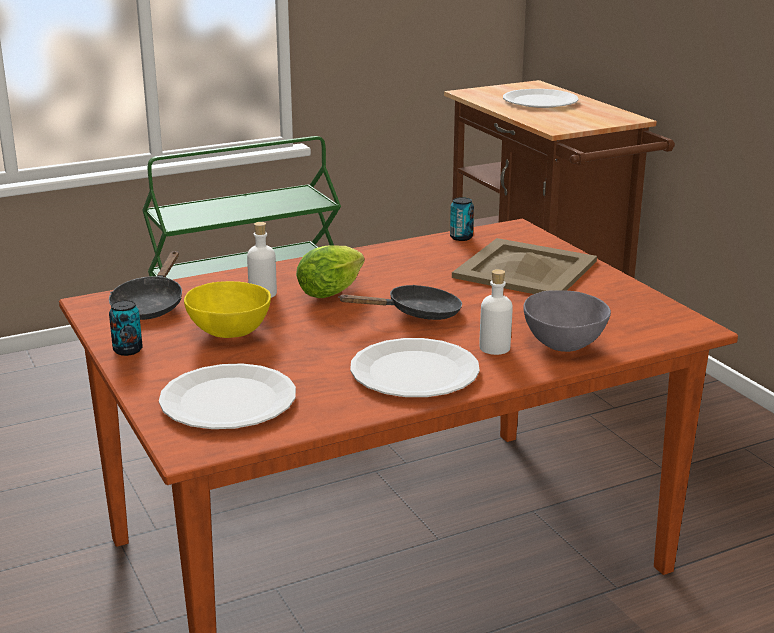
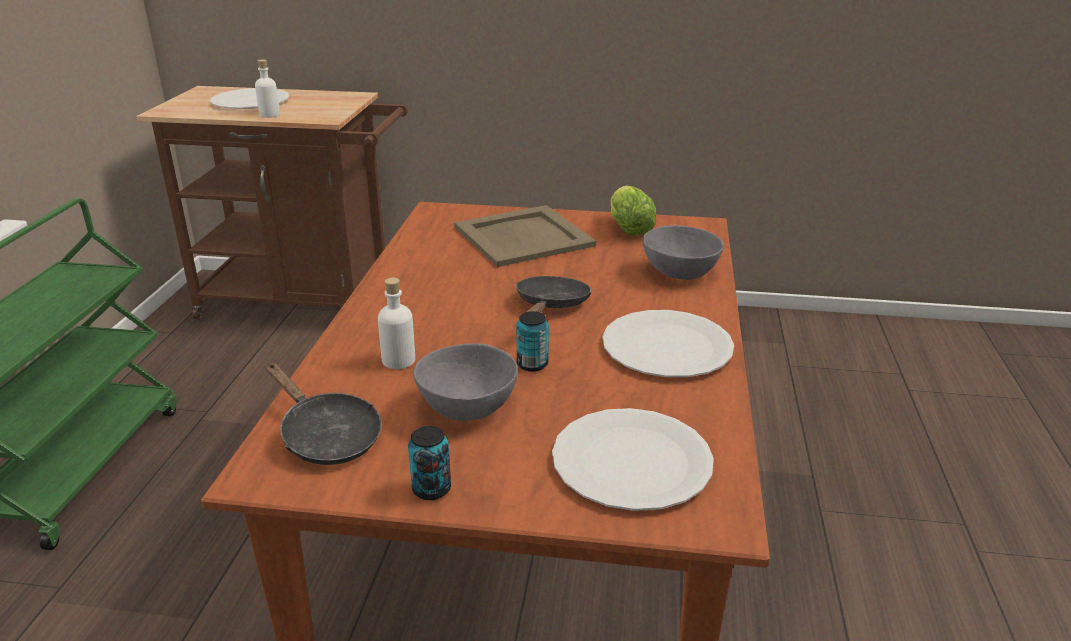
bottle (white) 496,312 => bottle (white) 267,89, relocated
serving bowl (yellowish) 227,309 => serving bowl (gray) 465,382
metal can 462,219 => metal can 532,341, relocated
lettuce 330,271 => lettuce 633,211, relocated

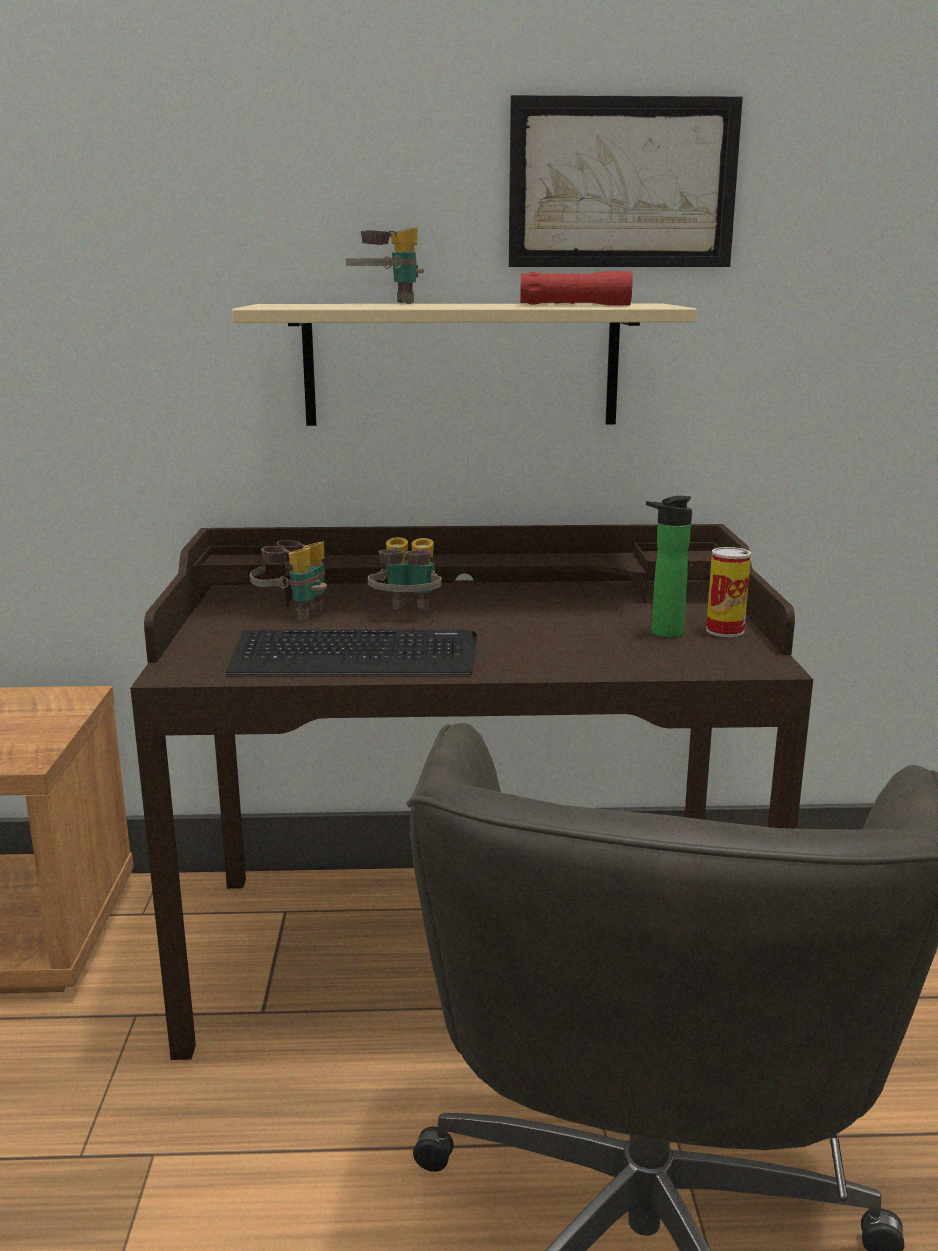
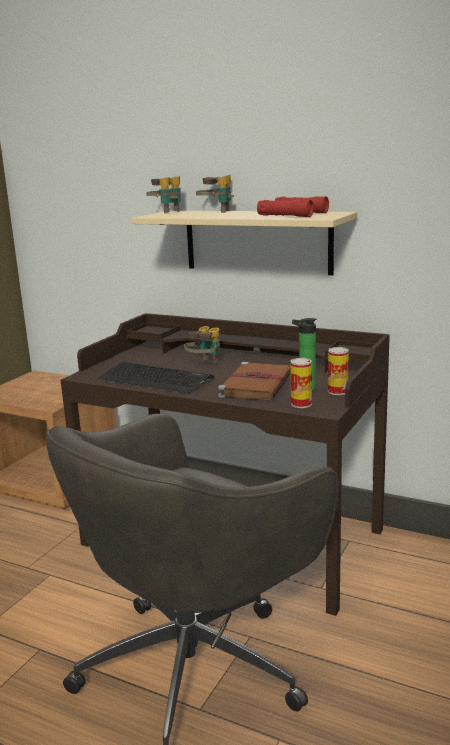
pair of binoculars 288,580 => pair of binoculars 163,195, relocated
nothing => book (brownish) 254,381
nothing => metal can 301,383
wall picture 626,181 => nothing

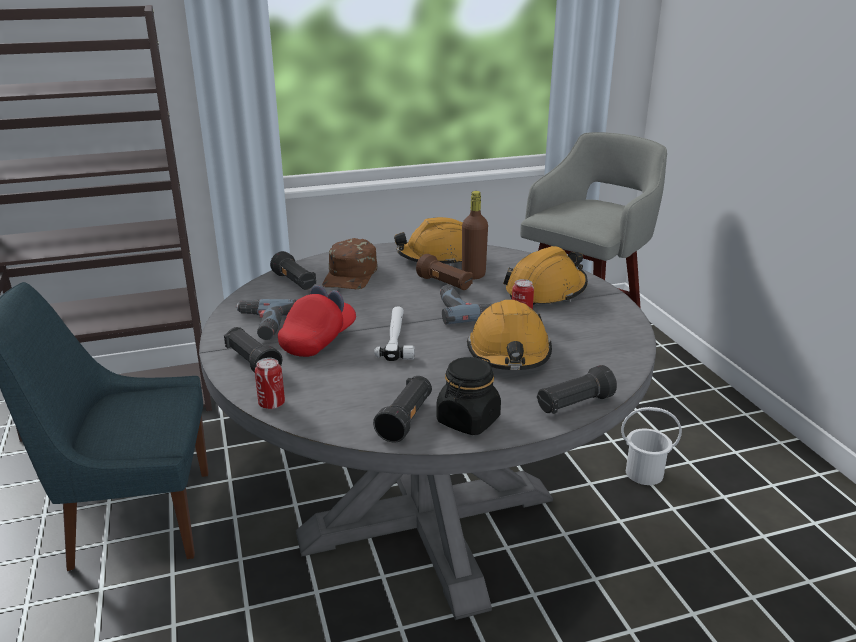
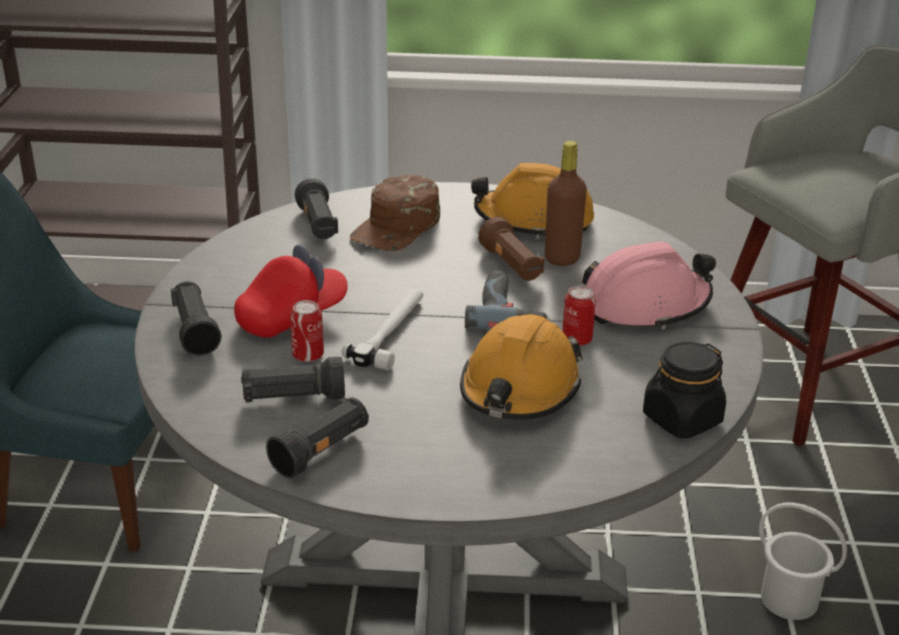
torch (blackish) 577,389 => torch (blackish) 293,379, relocated
metal can 270,383 => metal can 307,331, relocated
work helmet (orangey) 545,275 => work helmet (pinkish) 649,286
preserve jar (blackish) 468,395 => preserve jar (blackish) 684,390, relocated
power drill 266,319 => nothing

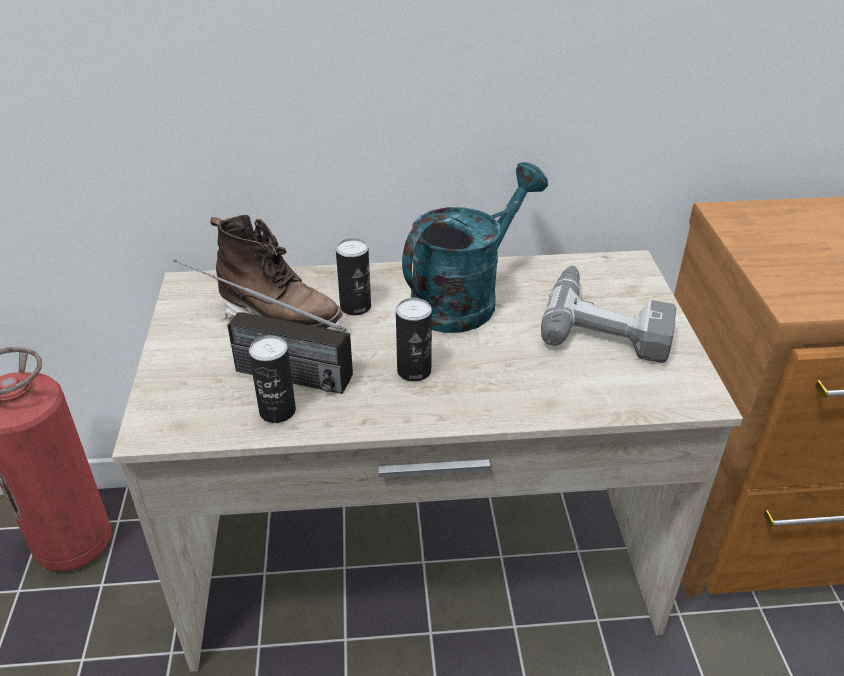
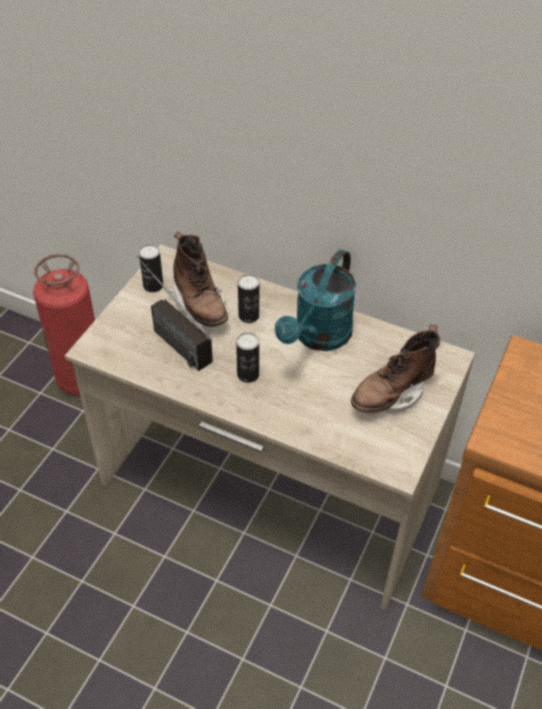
metal can 272,379 => metal can 151,268, relocated
watering pot (turquoise) 475,247 => watering pot (turquoise) 315,300, 135 degrees clockwise
power drill 608,314 => boot (brownish) 395,369

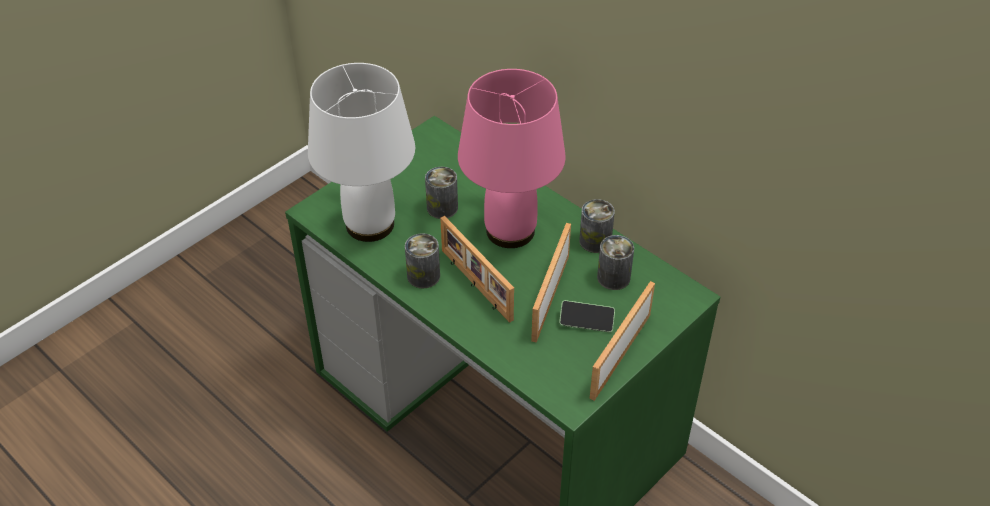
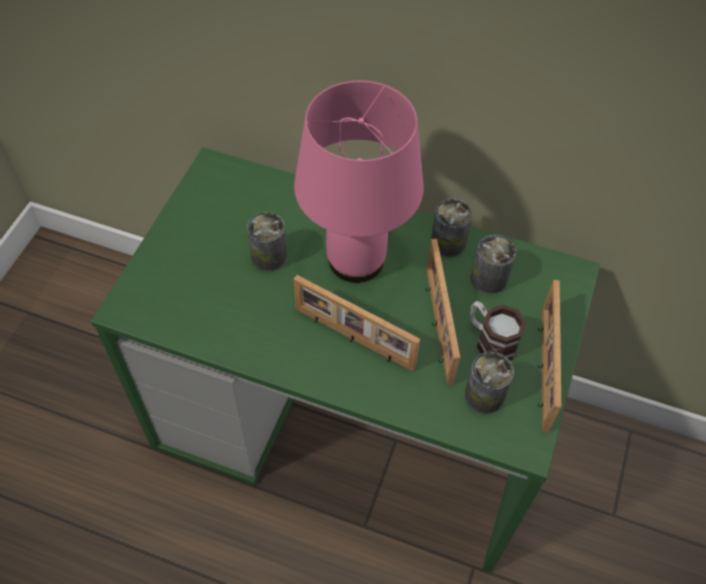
metal can 422,260 => metal can 489,383, relocated
phone 587,316 => coffee mug 498,331
lamp for a table (white) 361,152 => nothing

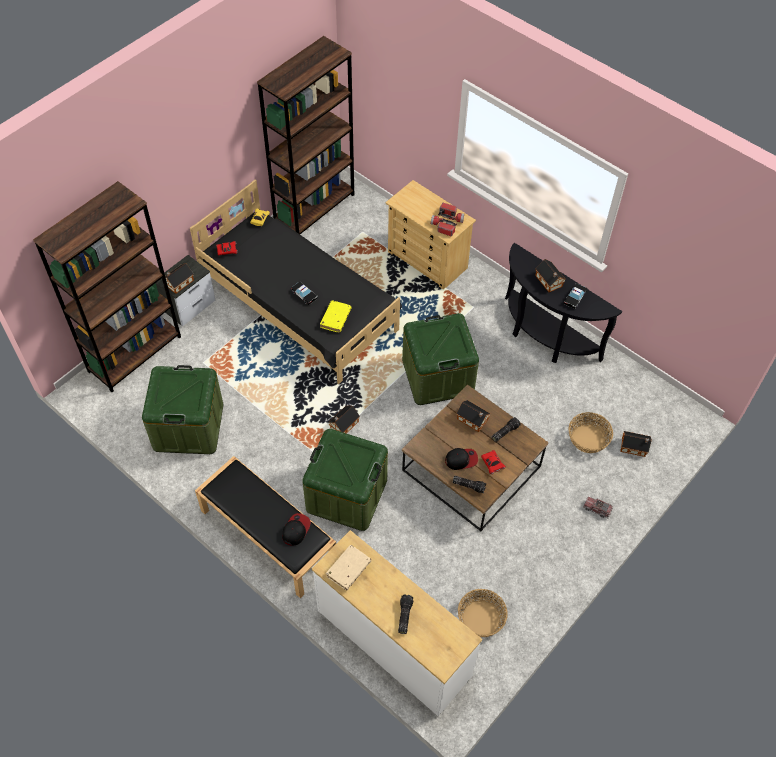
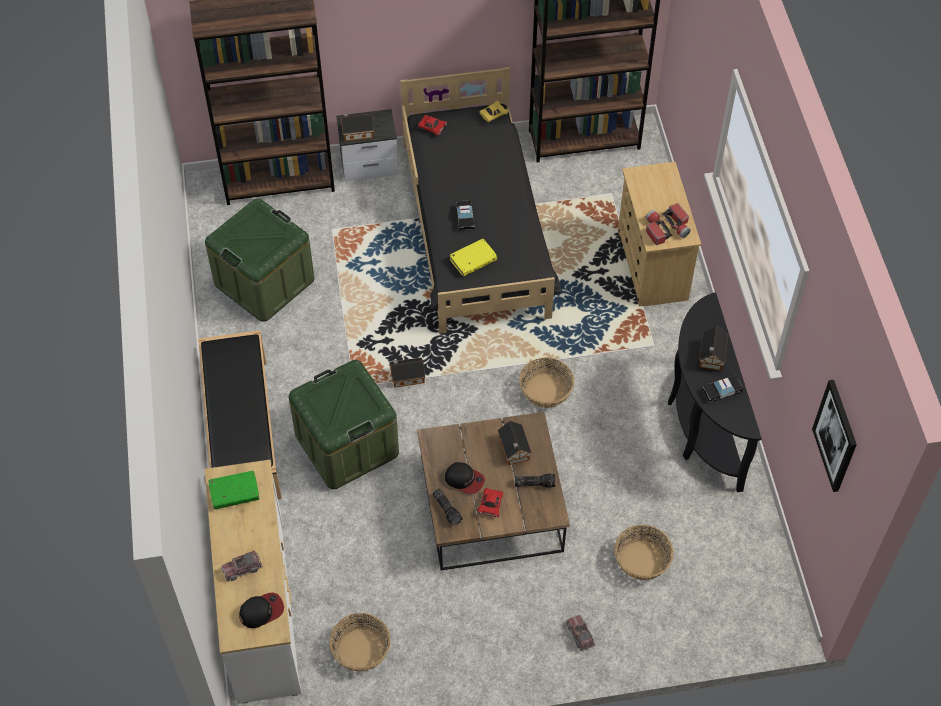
book (beige) 348,568 => book (green) 233,490
torch 405,614 => model truck 242,566
baseball cap 296,529 => baseball cap 261,610, relocated
storage bin (green) 440,359 => storage basket 546,383
nothing => wall picture 834,436
miniature house 636,444 => nothing

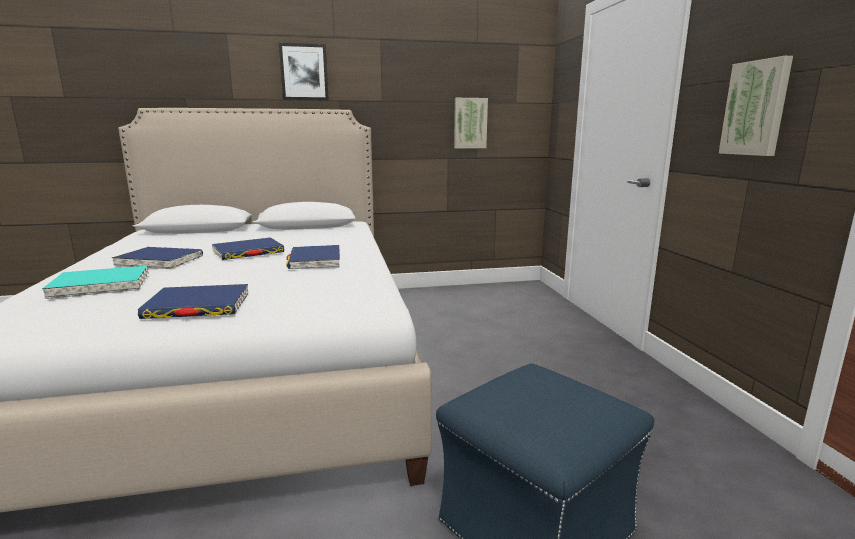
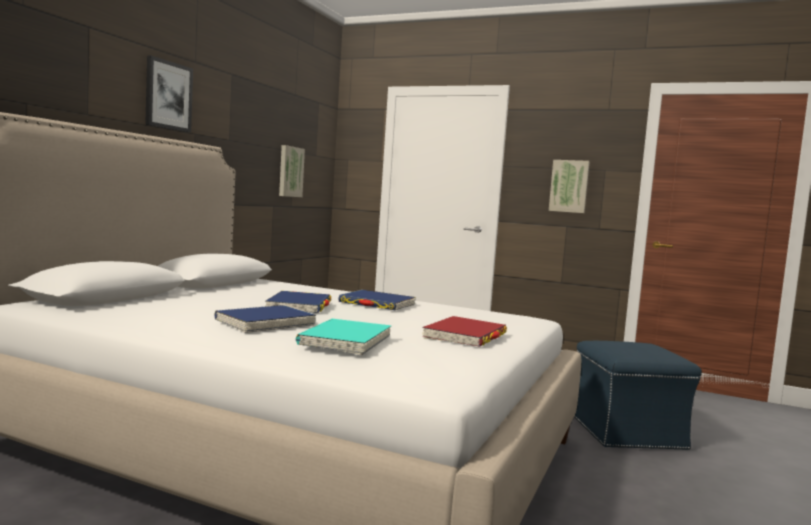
book (blue) 193,301 => book (red-coloured) 464,331

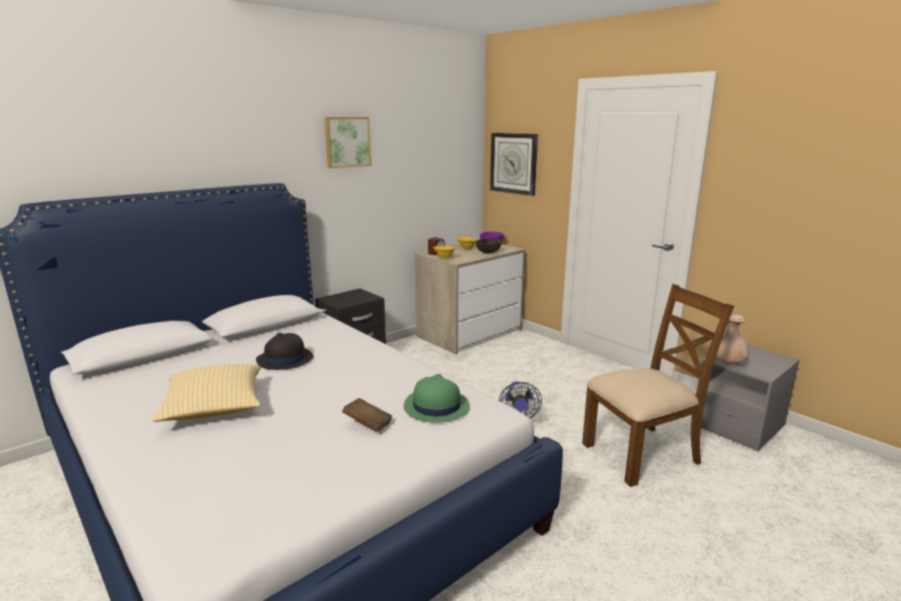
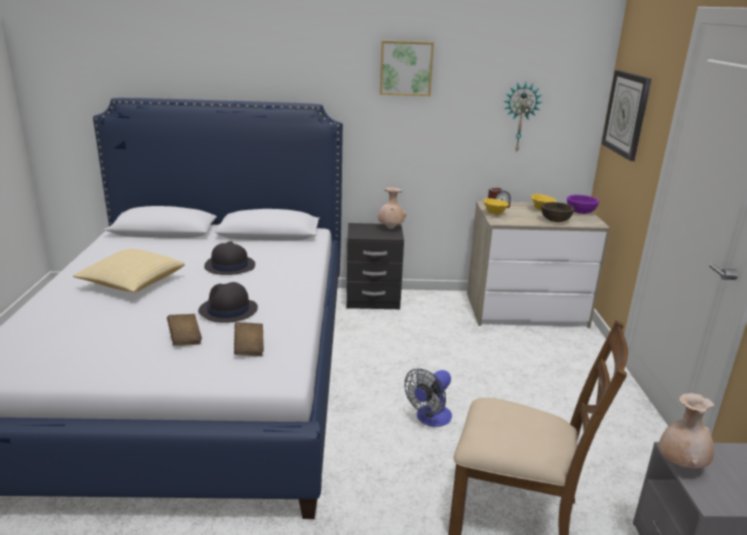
nothing => hat (blackish) 228,302
hat (green) 437,398 => book (brownish) 249,339
nothing => decorative vase (beige) 392,208
nothing => hanging clock 522,117

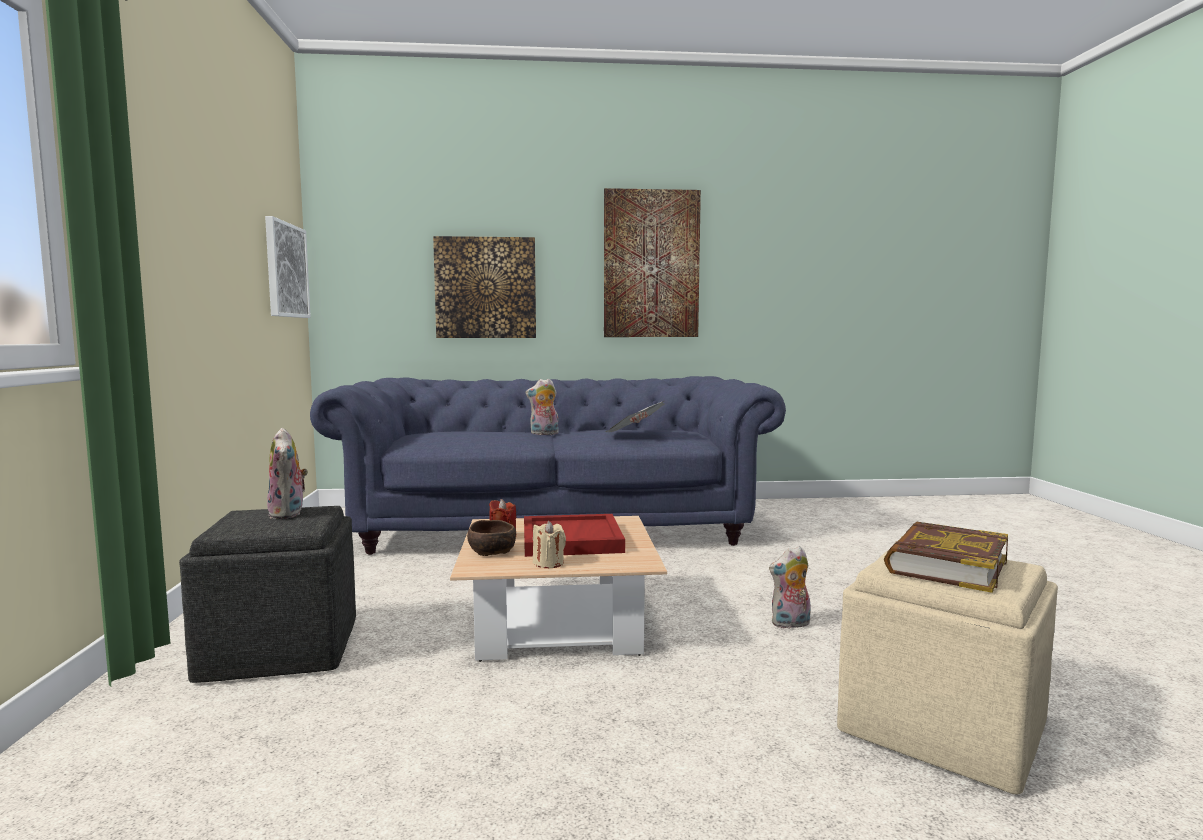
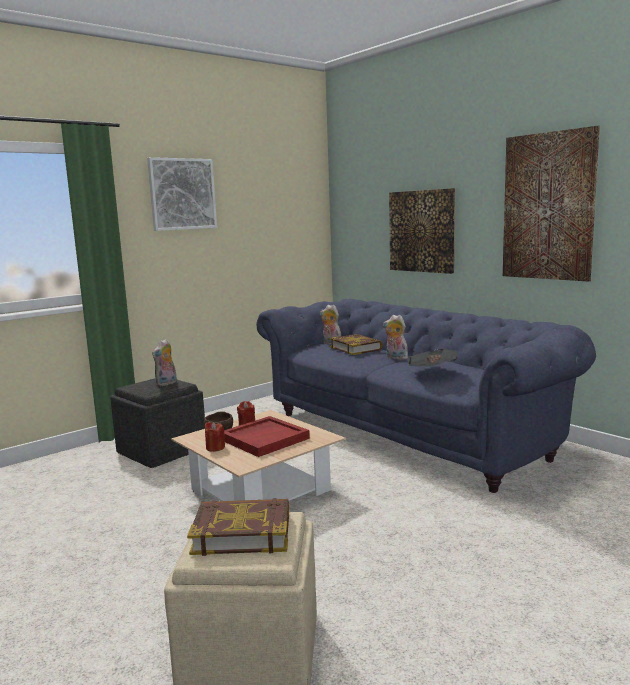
wall picture 288,267 => wall picture 182,194, relocated
candle (beige) 549,544 => candle (red-coloured) 215,437
cuddly toy 789,587 => cuddly toy 330,325, relocated
nothing => book 356,344

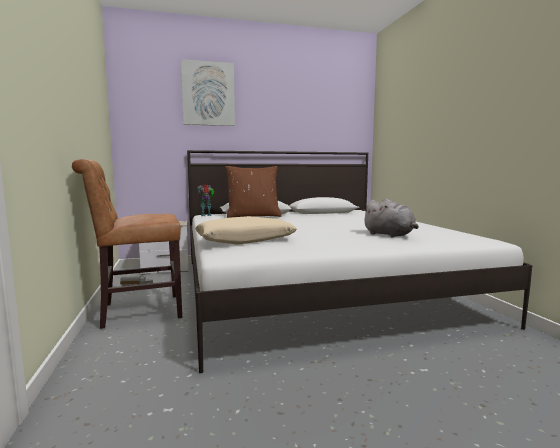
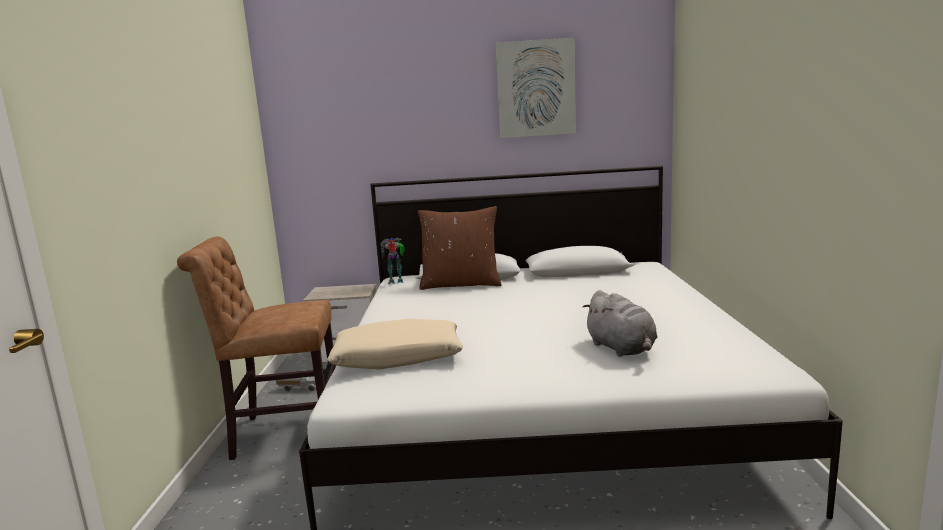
wall picture 208,92 => wall picture 536,88, relocated

